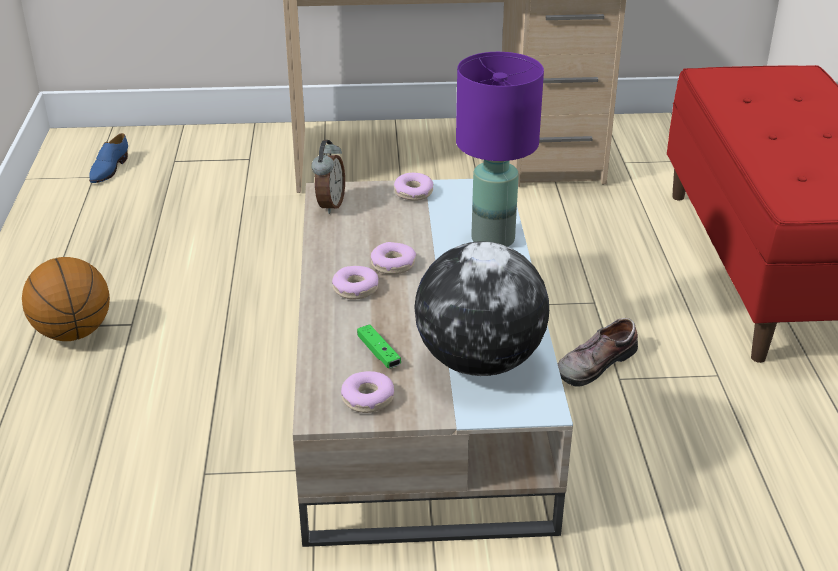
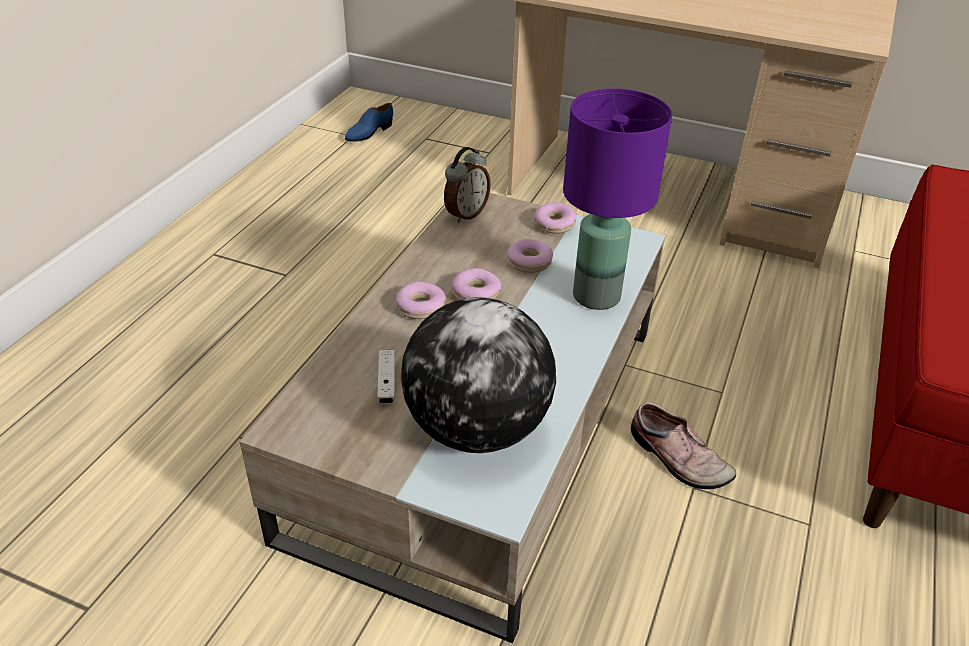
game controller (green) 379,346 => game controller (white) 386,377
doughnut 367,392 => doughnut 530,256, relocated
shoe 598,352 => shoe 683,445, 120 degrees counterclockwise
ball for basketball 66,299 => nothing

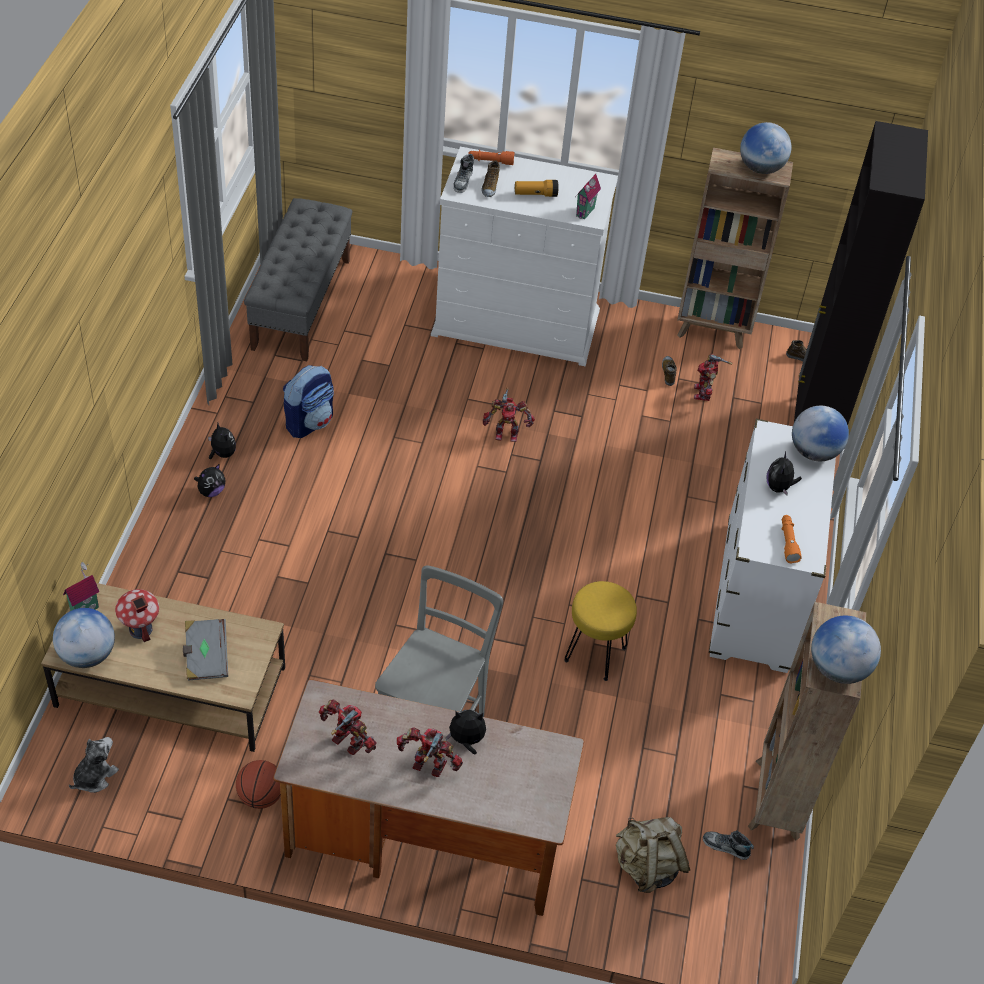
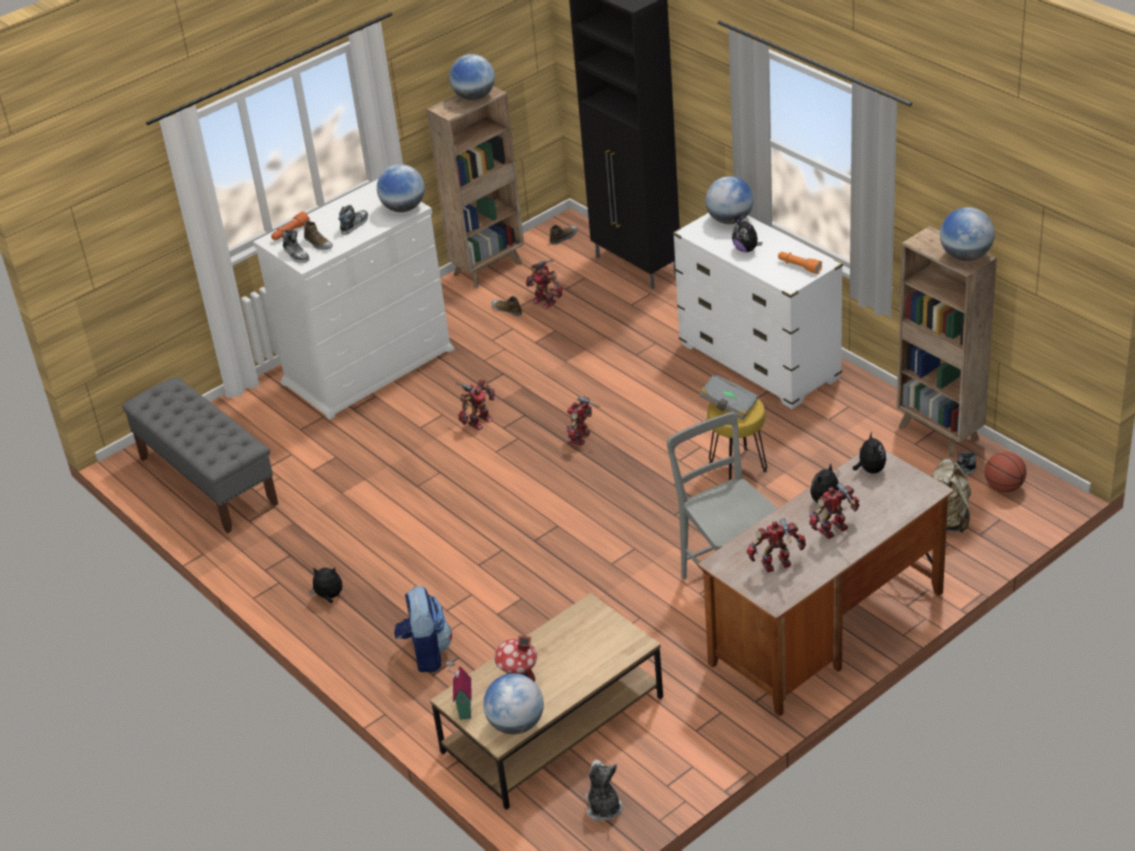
torch 536,188 => shoe 353,220
miniature house 588,197 => desk globe 401,188
rucksack 308,401 => rucksack 423,629, relocated
nothing => robot figure 583,421
book (gray) 205,650 => book (gray) 729,396, relocated
cuddly toy 209,480 => cuddly toy 869,452, relocated
ball for basketball 258,784 => ball for basketball 1005,472, relocated

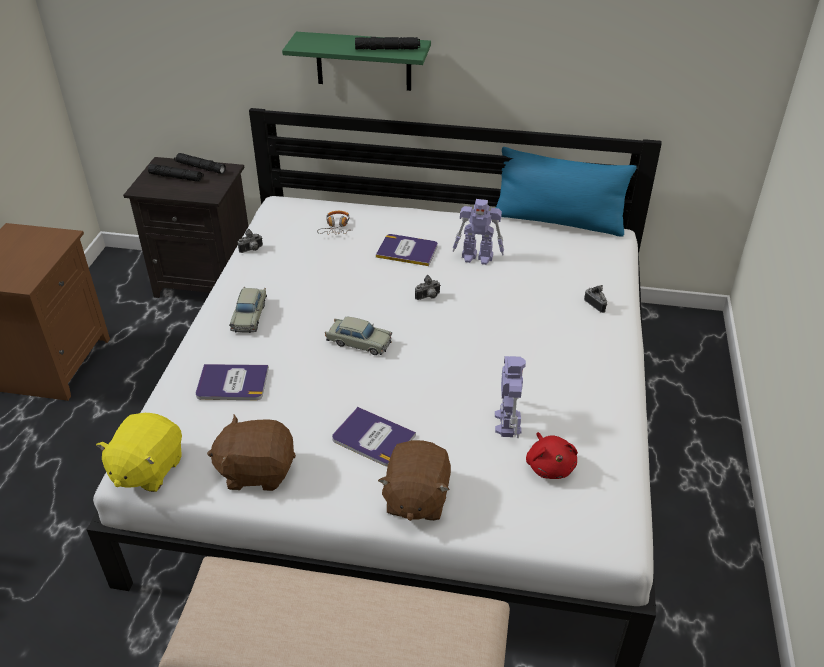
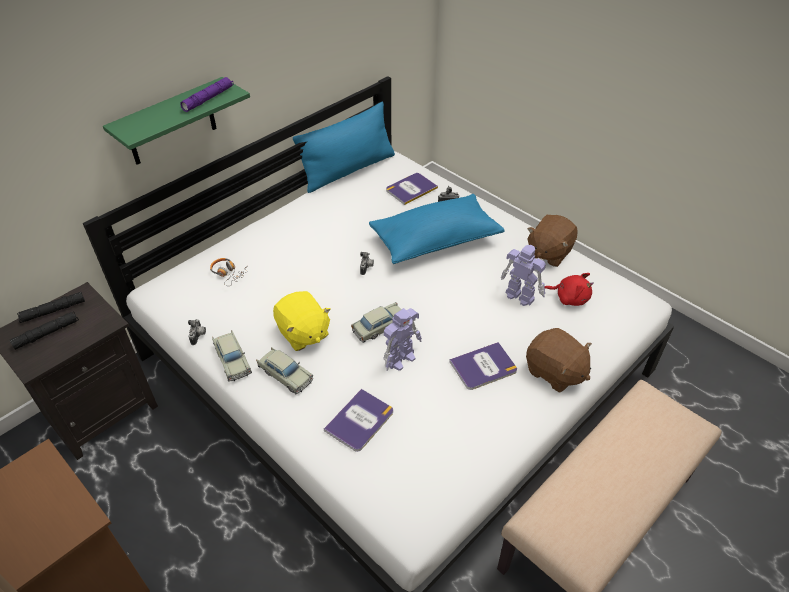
torch (blackish) 387,43 => torch (purplish) 207,94
nothing => miniature car (beige) 232,355
cuddly toy (yellowish) 139,452 => cuddly toy (yellowish) 302,321, relocated
nothing => throw pillow (blue) 436,229
robot figure 478,232 => robot figure 402,339, relocated
book 407,250 => book 412,189, relocated
cuddly toy (brownish) 251,453 => cuddly toy (brownish) 552,241, relocated

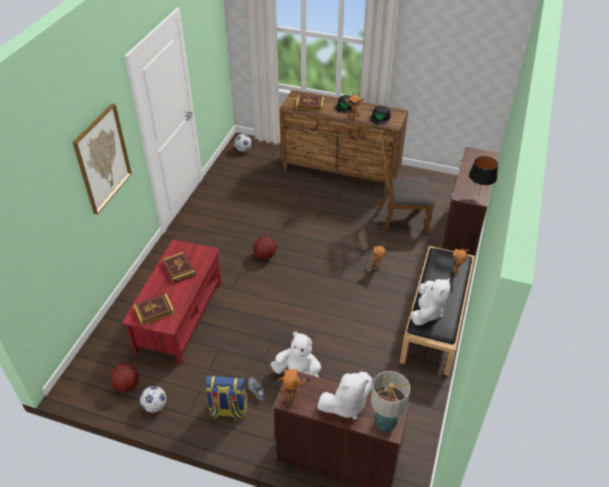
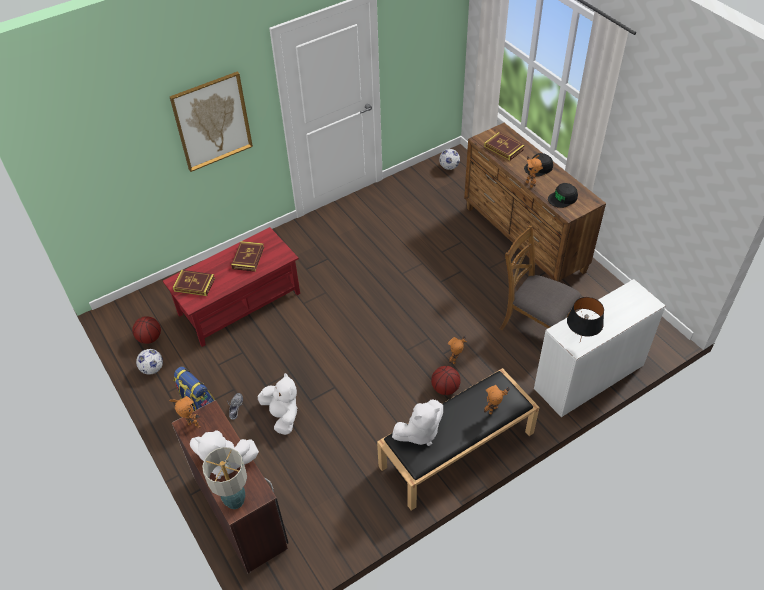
ball for basketball 264,247 => ball for basketball 445,380, relocated
desk unit (brownish) 470,201 => desk unit (white) 599,348

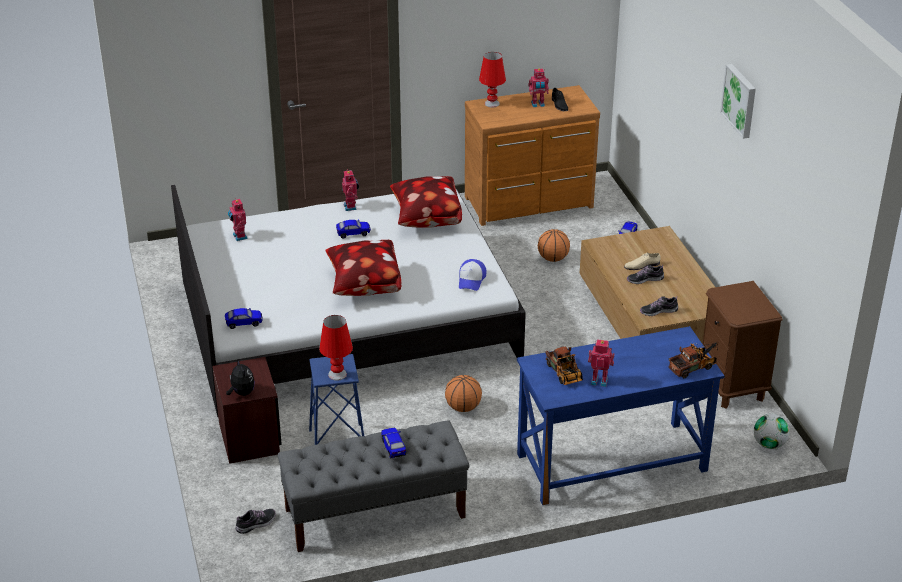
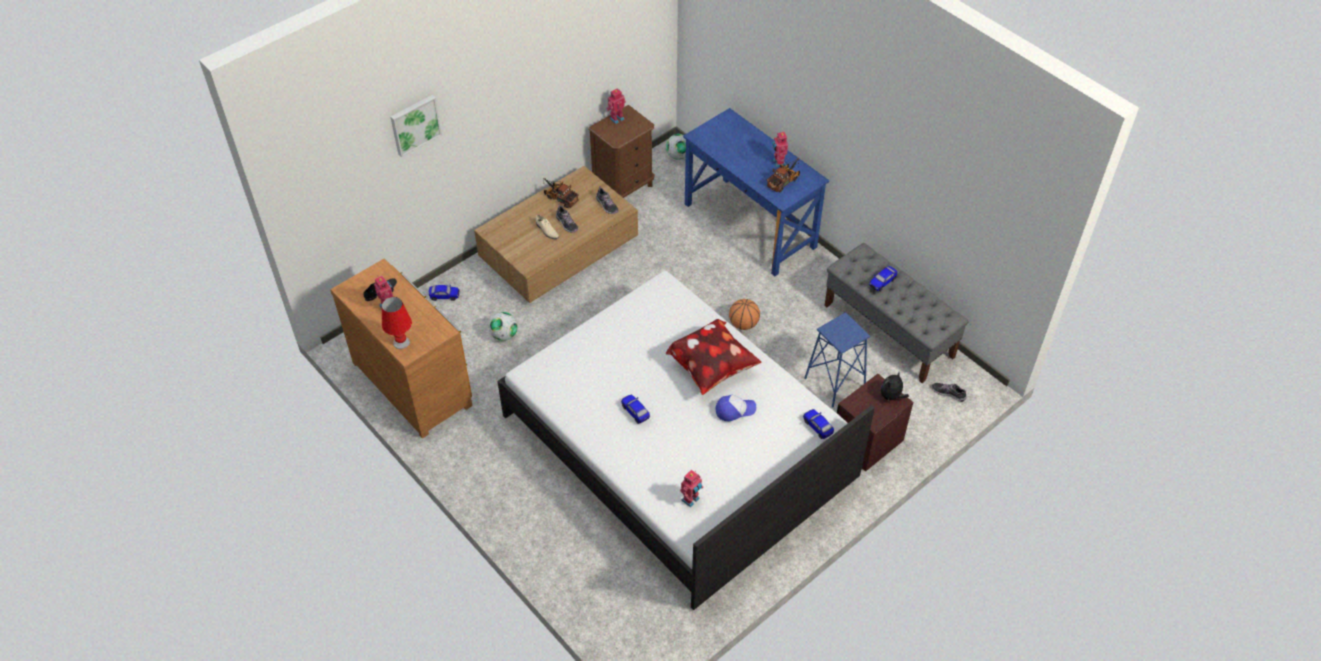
wall picture 738,101 => wall picture 416,126, relocated
ball for basketball 554,245 => football ball 503,326
model truck 693,359 => model truck 561,193, relocated
robot figure 350,190 => robot figure 616,106, relocated
baseball cap 473,275 => baseball cap 736,408, relocated
lamp for a table (red-coloured) 336,348 => nothing
throw pillow 426,202 => nothing

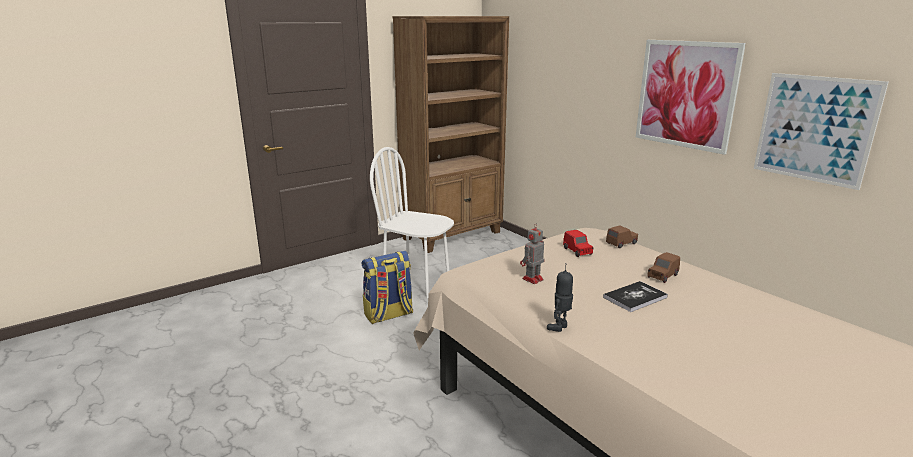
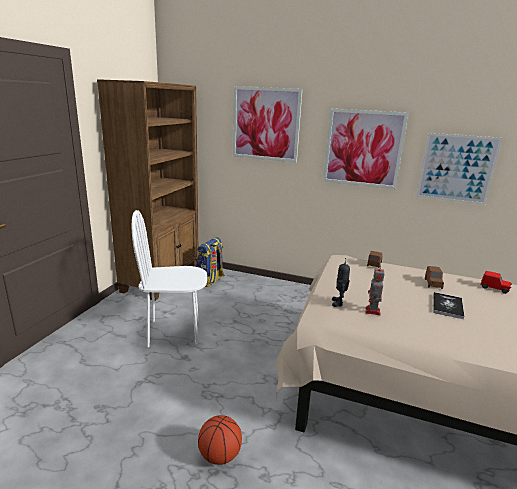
rucksack 387,287 => rucksack 210,262, relocated
nothing => ball for basketball 220,440
nothing => wall picture 267,124
robot figure 560,297 => robot figure 341,282, relocated
miniature car (red-coloured) 578,243 => miniature car (red-coloured) 496,282, relocated

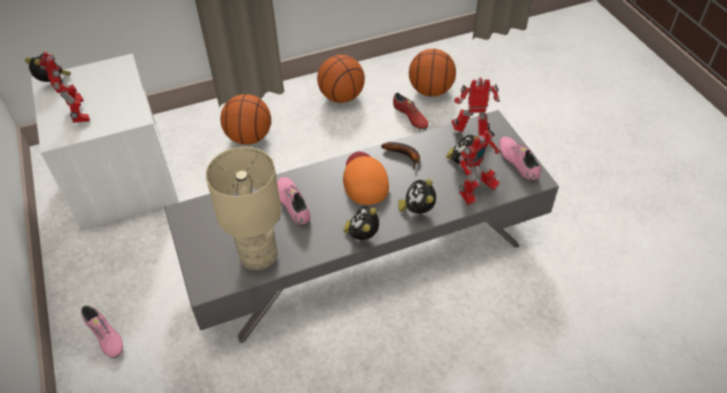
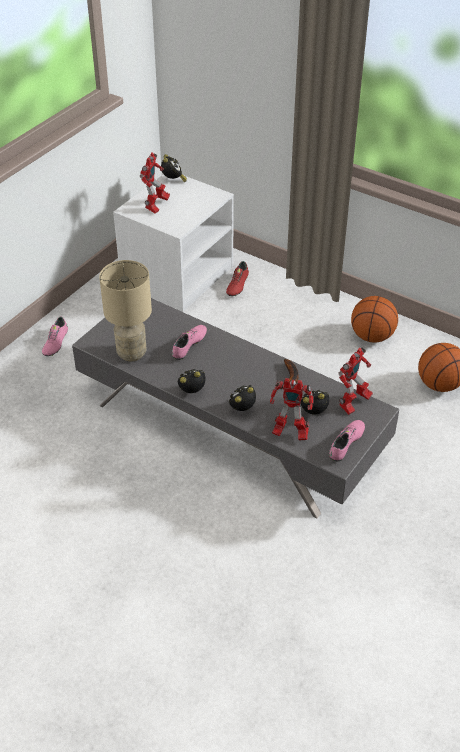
shoe (red-coloured) 411,111 => shoe (red-coloured) 237,278, relocated
robot figure 475,106 => robot figure 355,381, 75 degrees clockwise
ball for basketball 245,119 => nothing
baseball cap (orangey) 366,178 => nothing

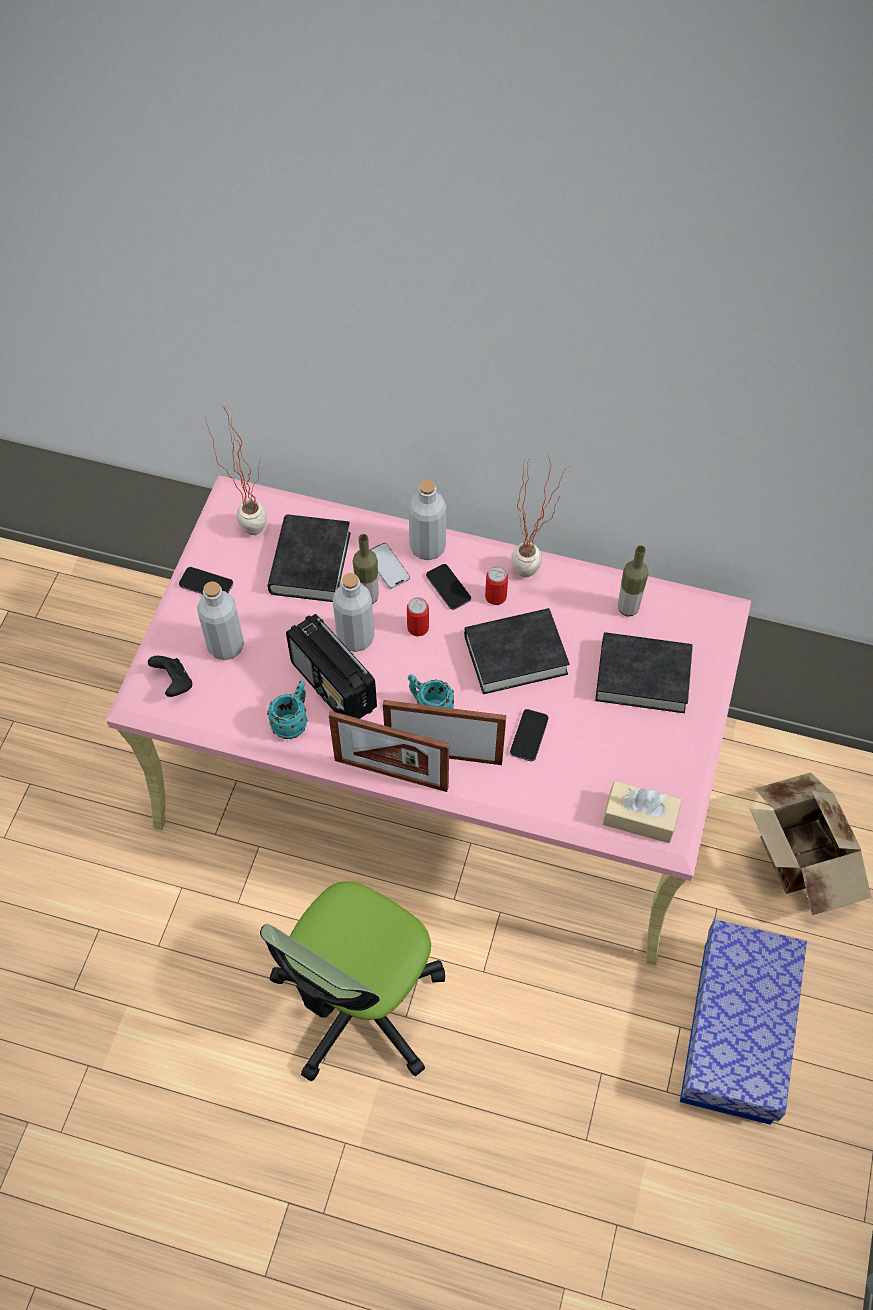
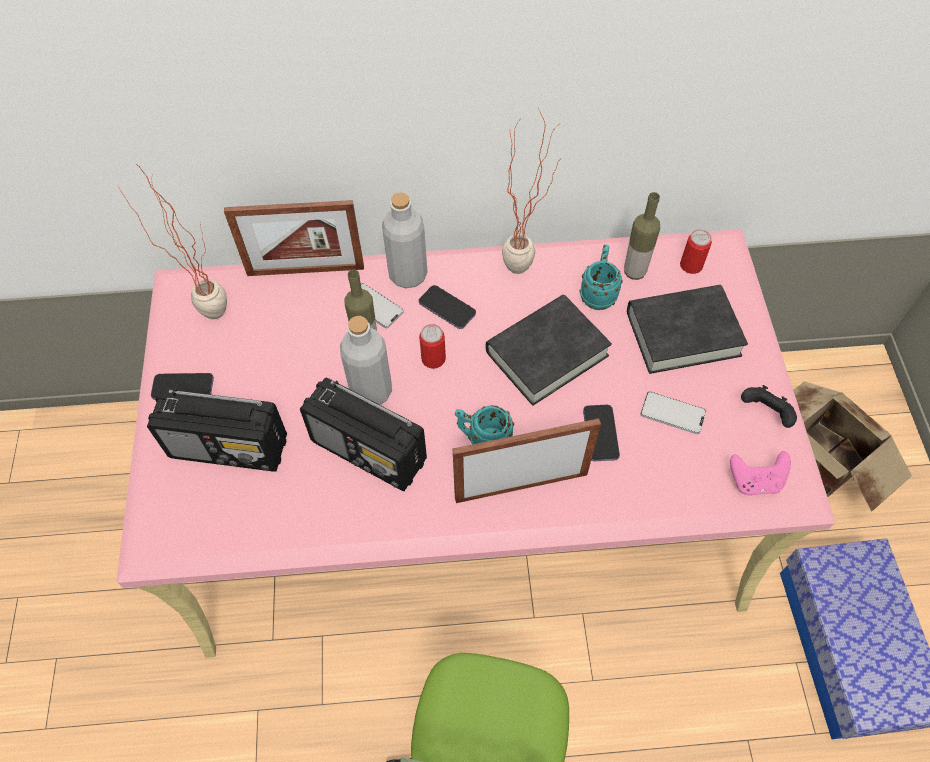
bottle (gray) 220,620 => radio set 217,430
photo frame 389,751 => photo frame 294,238, relocated
coffee mug (turquoise) 287,710 => coffee mug (turquoise) 601,277, relocated
nothing => phone 673,412
metal can 496,585 => metal can 696,251, relocated
tissue box (beige) 642,812 => game controller (pinkish) 760,473
game controller (blackish) 170,676 => game controller (blackish) 769,406, relocated
book (blackish) 309,558 => nothing

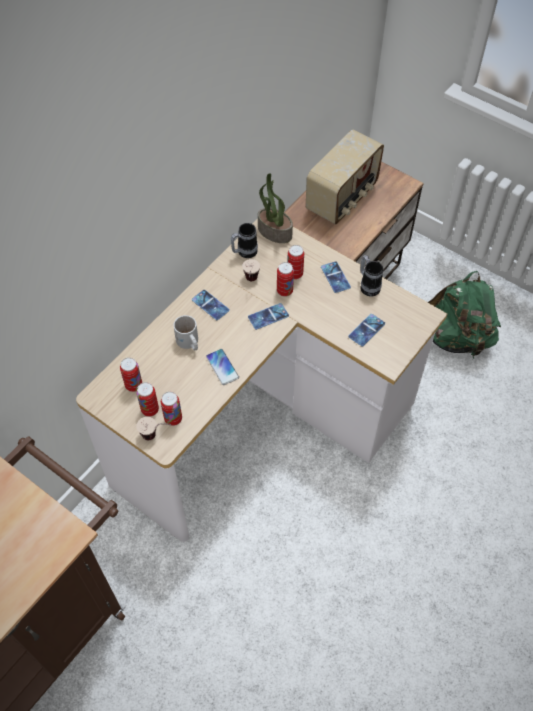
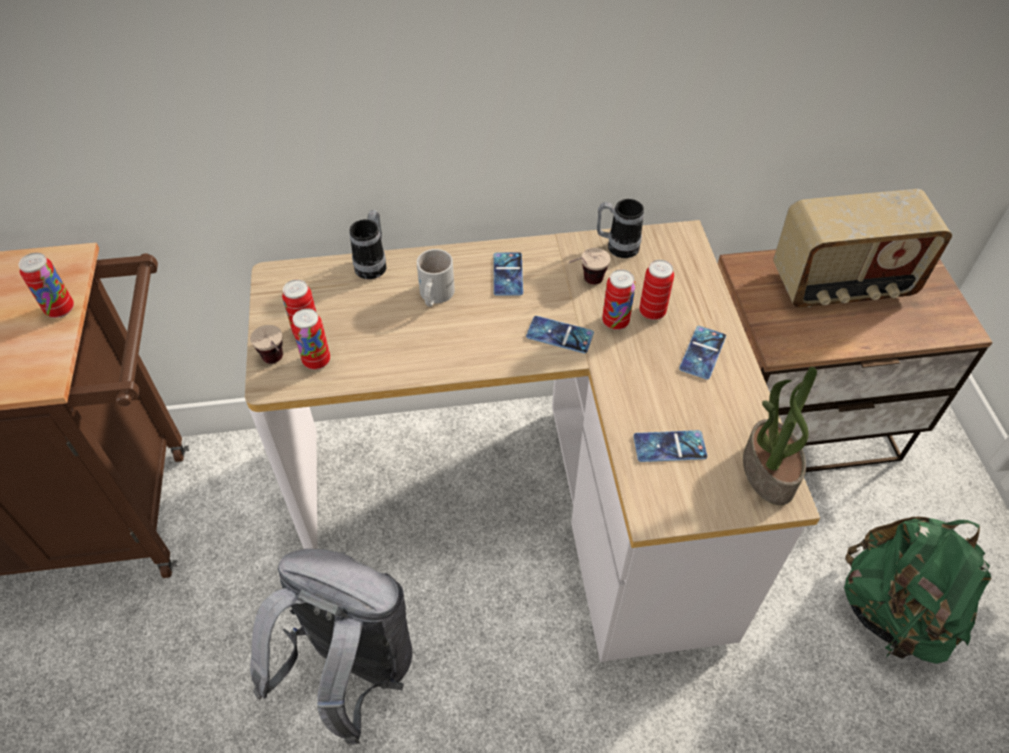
metal can 131,375 => metal can 46,285, relocated
nothing => rucksack (gray) 331,647
coffee mug 371,275 => coffee mug 368,244, relocated
potted plant 275,208 => potted plant 780,436, relocated
phone 222,367 => nothing

